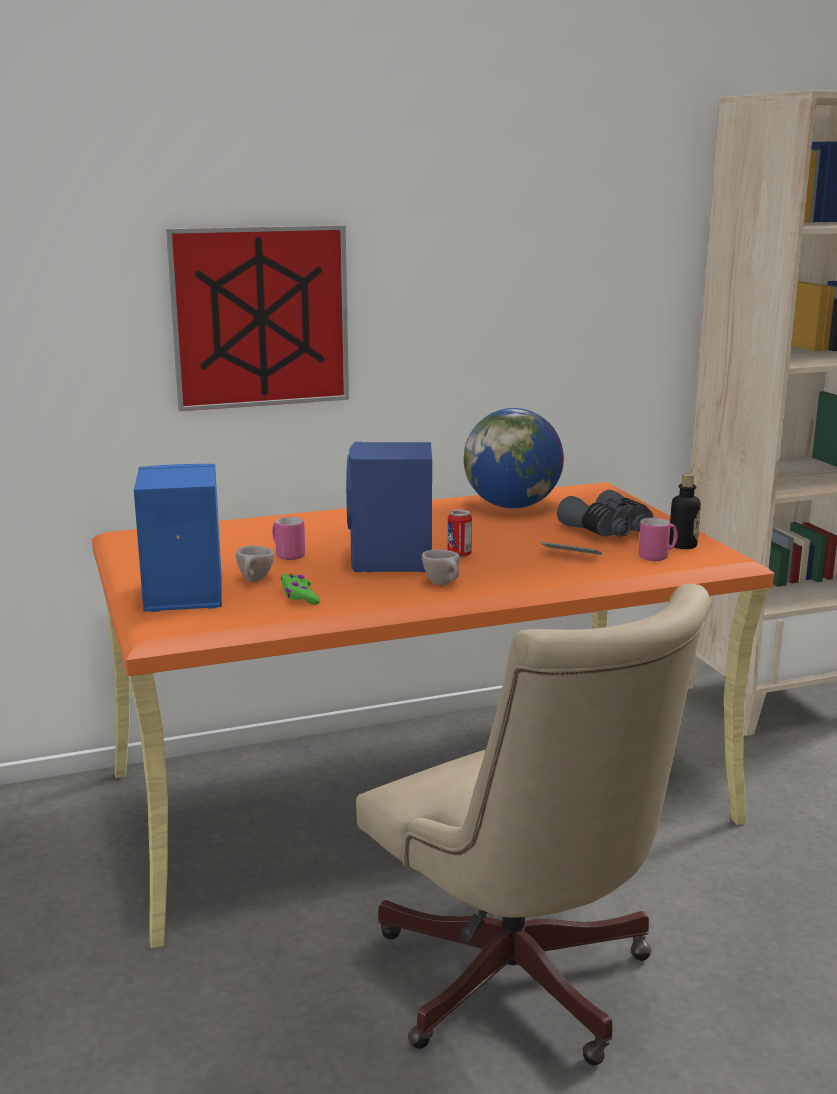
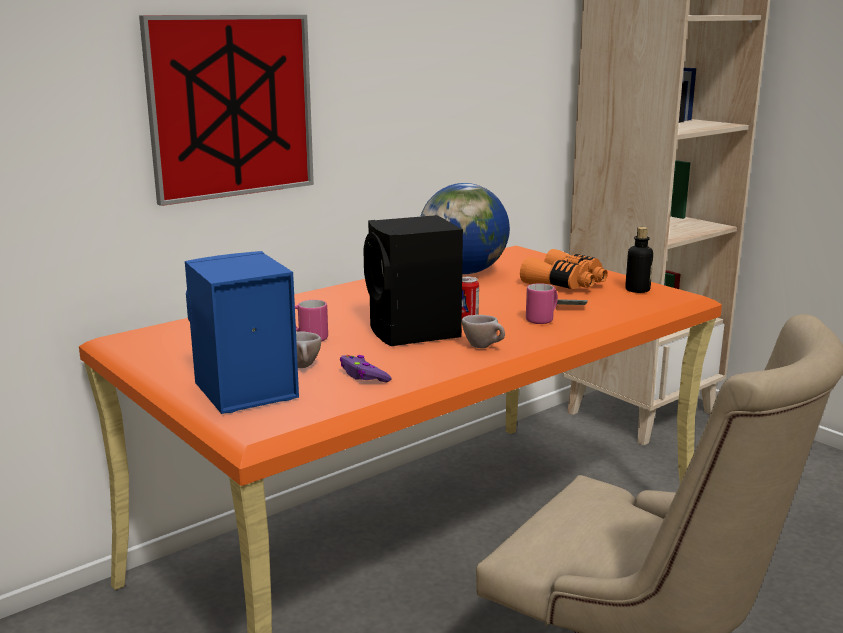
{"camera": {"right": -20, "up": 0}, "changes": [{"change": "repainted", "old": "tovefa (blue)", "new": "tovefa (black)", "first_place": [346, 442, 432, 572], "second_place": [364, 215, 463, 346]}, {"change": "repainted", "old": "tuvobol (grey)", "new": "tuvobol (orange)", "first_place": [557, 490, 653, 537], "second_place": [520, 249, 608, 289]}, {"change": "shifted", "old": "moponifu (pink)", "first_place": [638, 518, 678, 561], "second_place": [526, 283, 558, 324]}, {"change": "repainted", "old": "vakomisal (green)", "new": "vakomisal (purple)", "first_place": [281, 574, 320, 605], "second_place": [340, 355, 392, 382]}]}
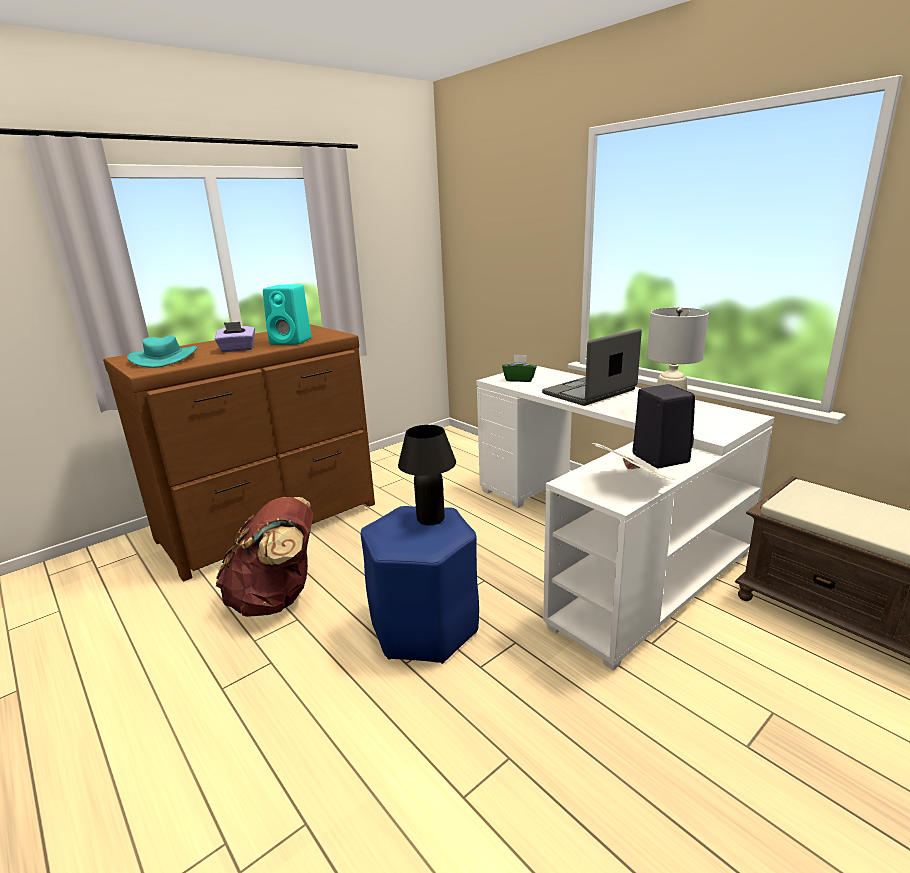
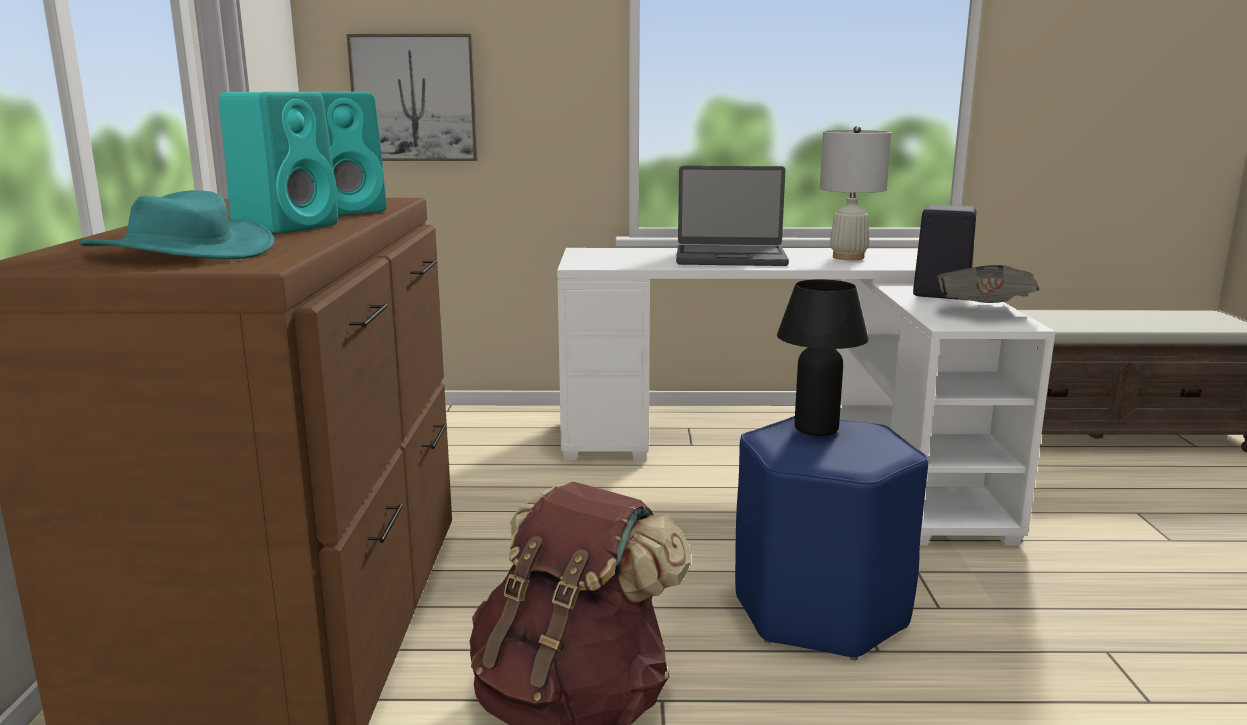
{"camera": {"right": -50, "up": -5}, "changes": [{"change": "swapped", "old": "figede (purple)", "new": "tovefa (turquoise)", "first_place": [215, 322, 255, 352], "second_place": [219, 92, 338, 233]}, {"change": "rotated", "old": "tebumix", "first_place": [542, 329, 642, 406], "second_place": [676, 166, 789, 266], "degrees": -90}, {"change": "gone", "old": "figede (green)", "first_place": [502, 355, 537, 382]}, {"change": "new", "new": "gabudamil", "second_place": [347, 34, 478, 161]}]}
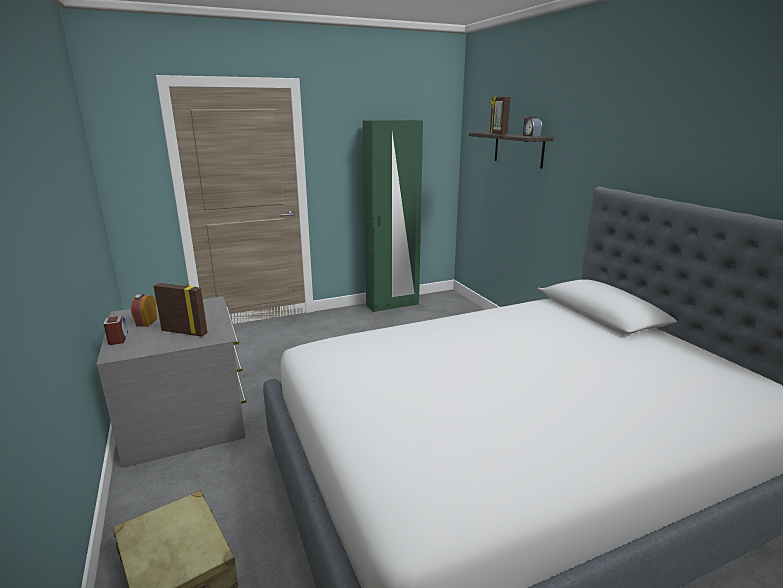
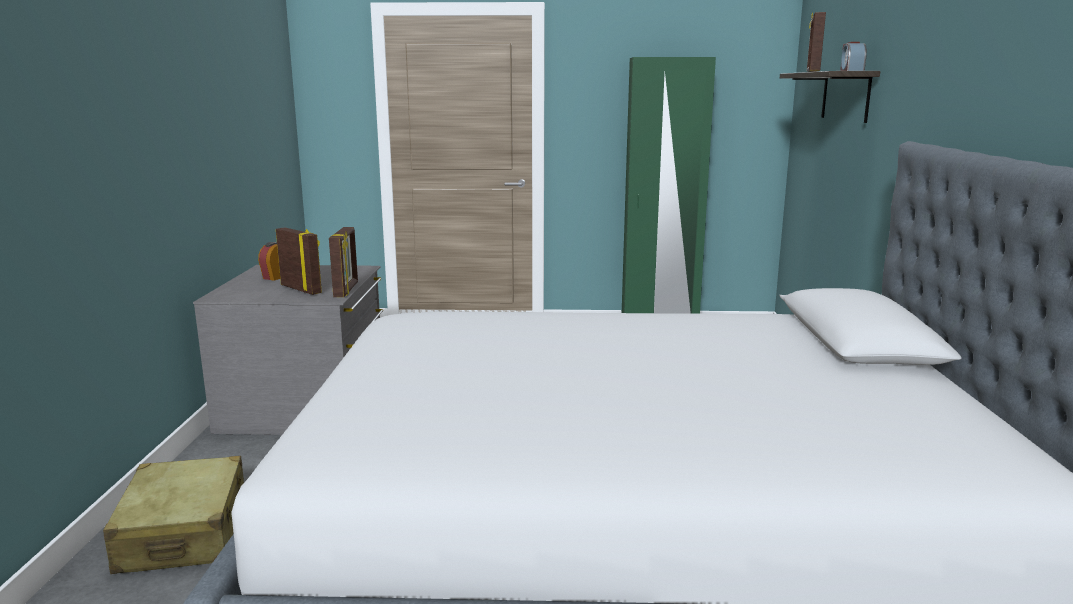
{"camera": {"right": 25, "up": -5}, "changes": [{"change": "gone", "old": "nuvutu", "first_place": [103, 316, 128, 345]}, {"change": "new", "new": "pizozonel", "second_place": [329, 227, 358, 297]}]}
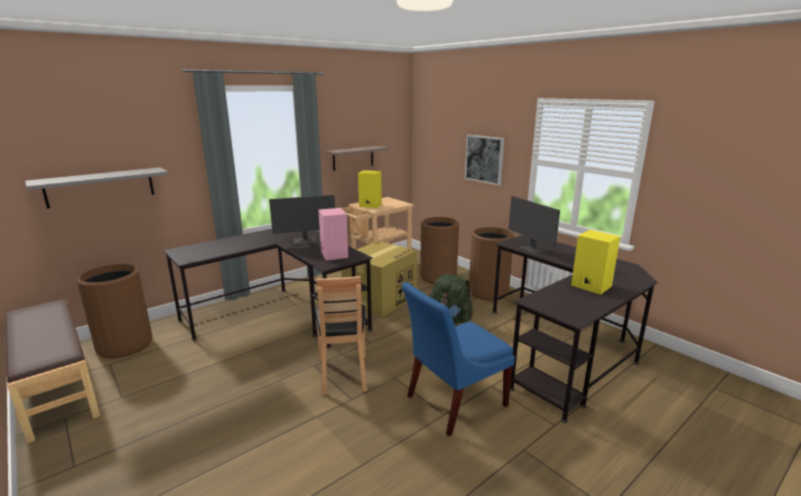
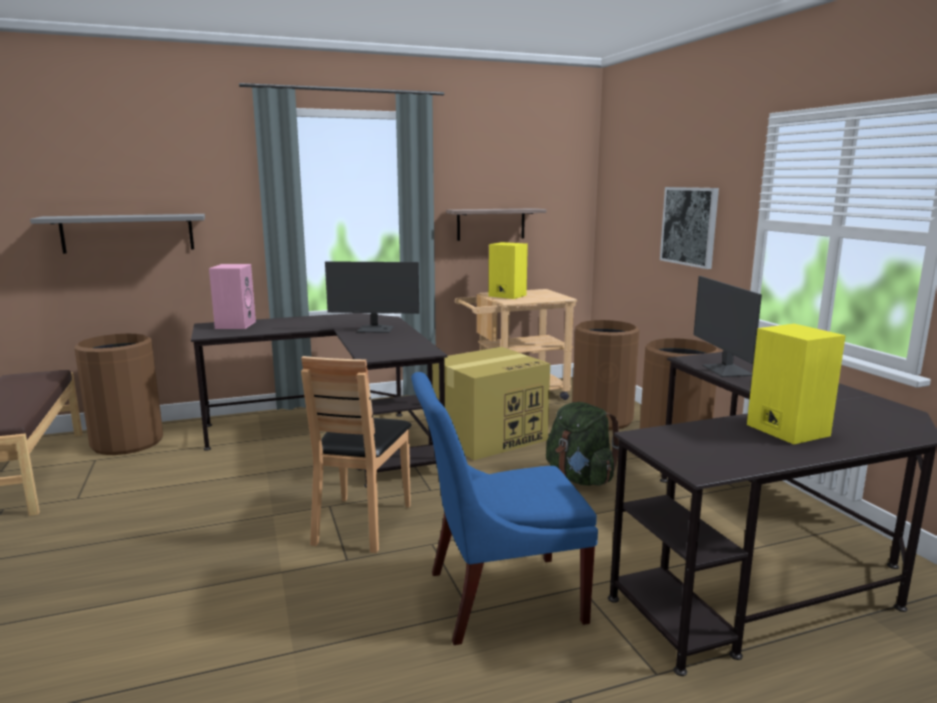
{"camera": {"right": 20, "up": -5}, "changes": [{"change": "shifted", "old": "tovefa (pink)", "first_place": [319, 208, 348, 261], "second_place": [209, 264, 256, 329]}]}
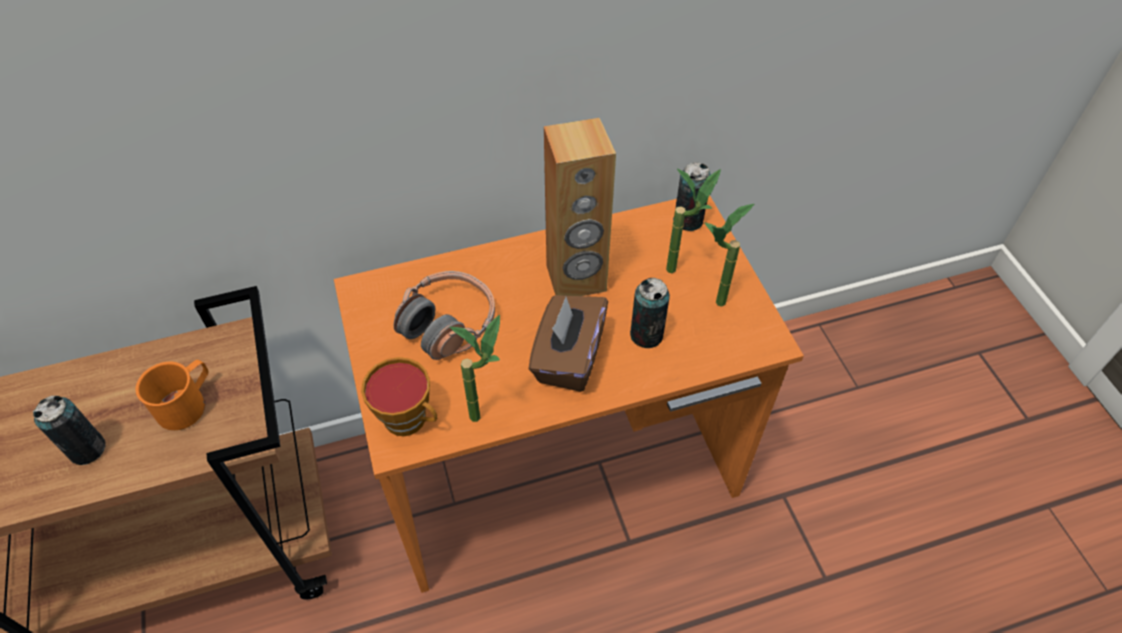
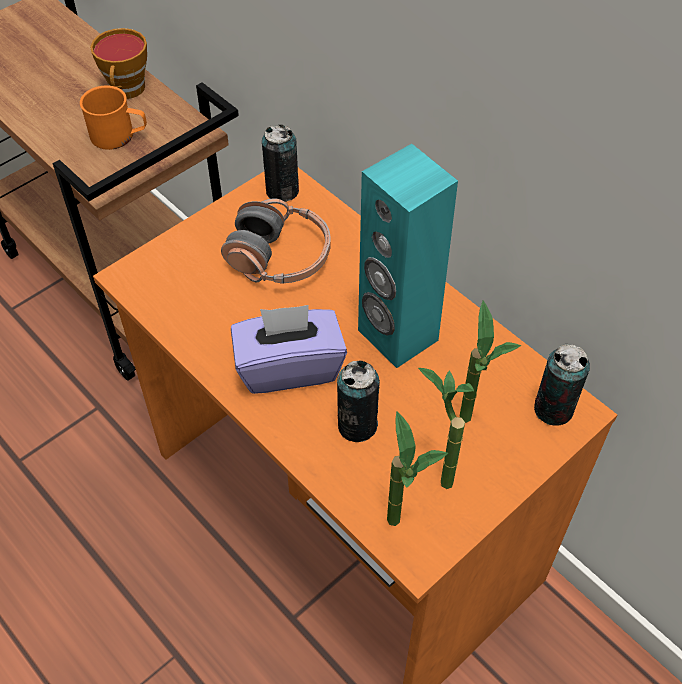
{"camera": {"right": 65, "up": 0}, "changes": [{"change": "repainted", "old": "tovefa (brown)", "new": "tovefa (turquoise)", "first_place": [544, 118, 616, 296], "second_place": [358, 144, 458, 368]}, {"change": "repainted", "old": "figede (brown)", "new": "figede (purple)", "first_place": [529, 295, 608, 392], "second_place": [231, 305, 347, 394]}, {"change": "shifted", "old": "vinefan", "first_place": [450, 315, 500, 422], "second_place": [387, 411, 448, 526]}, {"change": "shifted", "old": "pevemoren", "first_place": [361, 357, 438, 436], "second_place": [90, 28, 147, 99]}, {"change": "shifted", "old": "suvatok", "first_place": [33, 396, 106, 465], "second_place": [262, 124, 299, 202]}]}
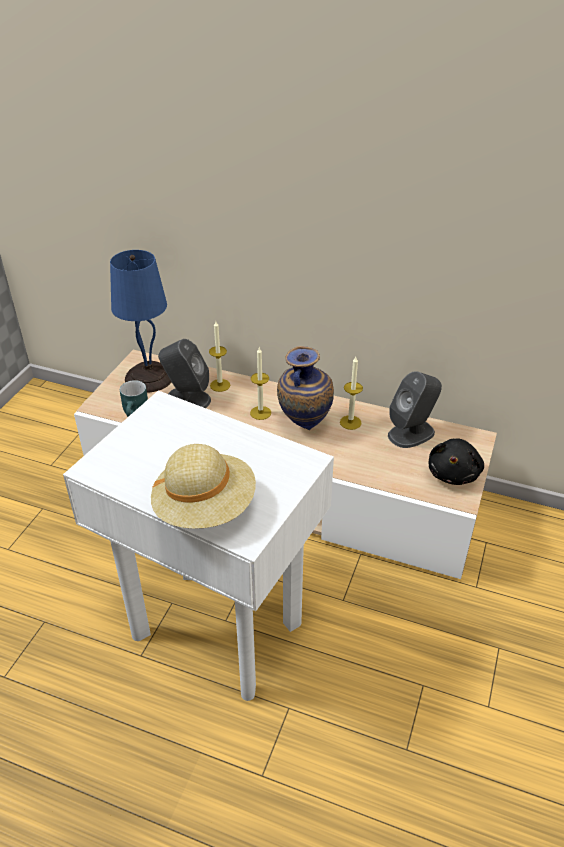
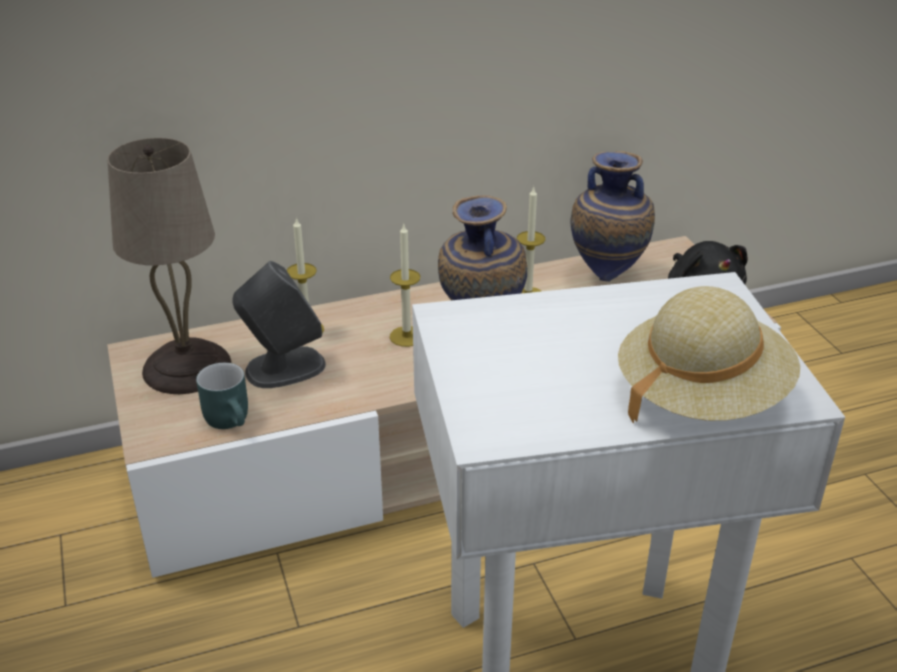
{"camera": {"right": -40, "up": -5}, "changes": [{"change": "repainted", "old": "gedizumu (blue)", "new": "gedizumu (beige)", "first_place": [110, 250, 172, 393], "second_place": [107, 138, 231, 394]}, {"change": "swapped", "old": "tovefa (grey)", "new": "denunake", "first_place": [388, 371, 442, 448], "second_place": [570, 151, 655, 282]}]}
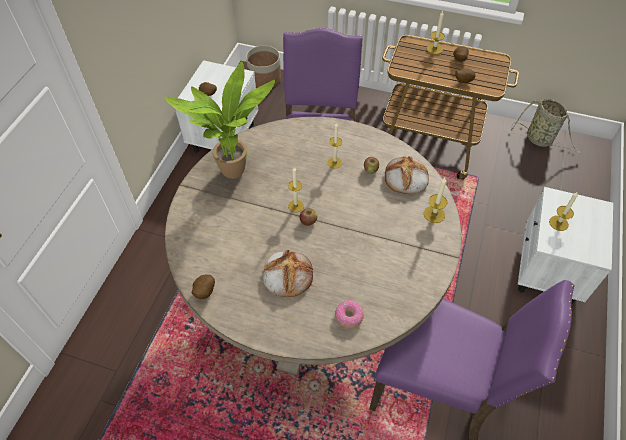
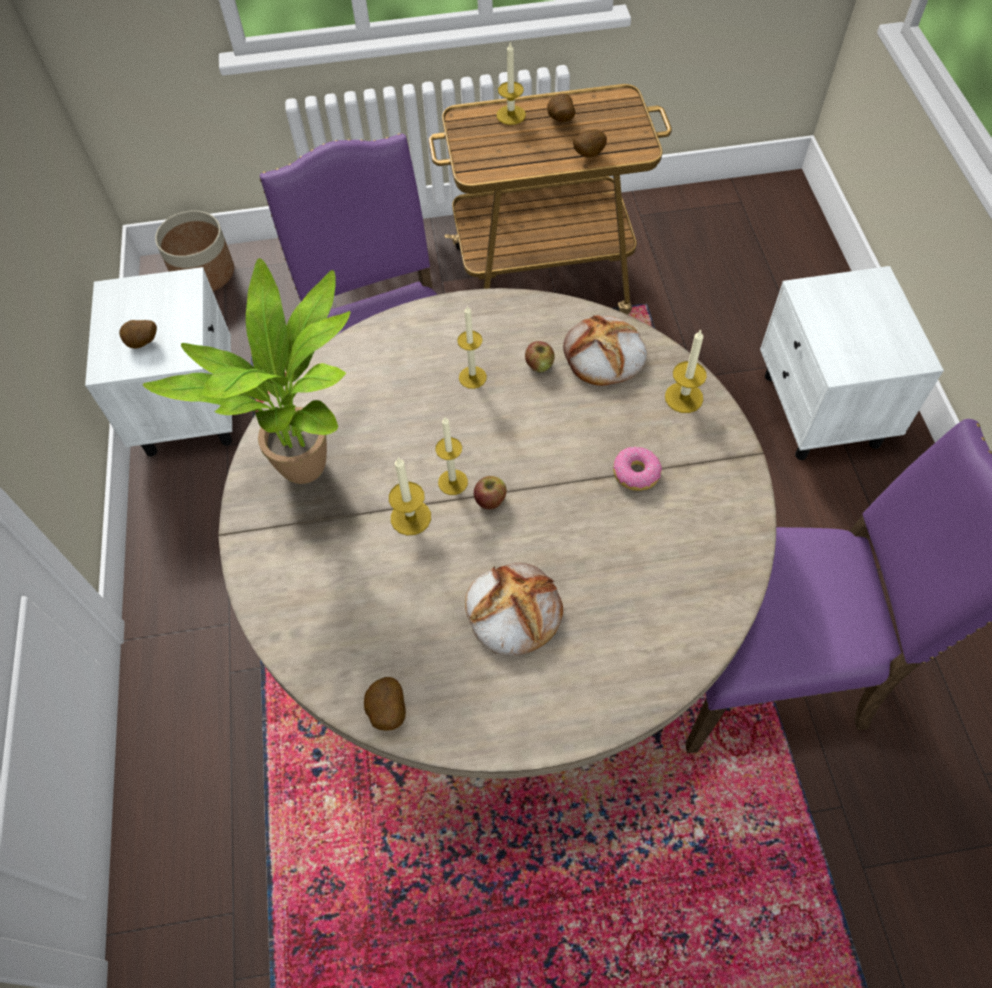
{"camera": {"right": -25, "up": 5}, "changes": [{"change": "gone", "old": "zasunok", "first_place": [511, 99, 582, 154]}, {"change": "shifted", "old": "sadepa", "first_place": [549, 191, 578, 231], "second_place": [389, 458, 431, 536]}, {"change": "shifted", "old": "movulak", "first_place": [335, 300, 364, 328], "second_place": [613, 447, 662, 491]}]}
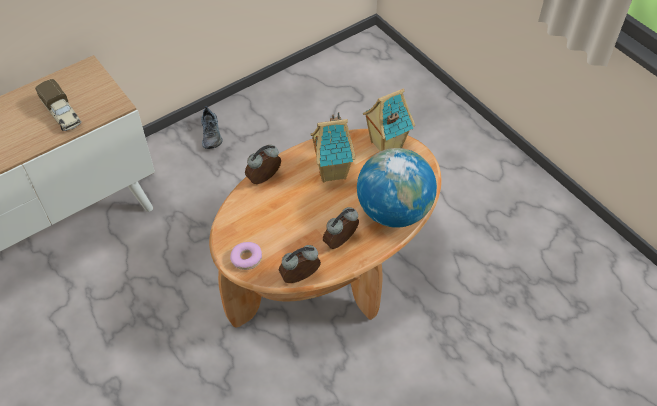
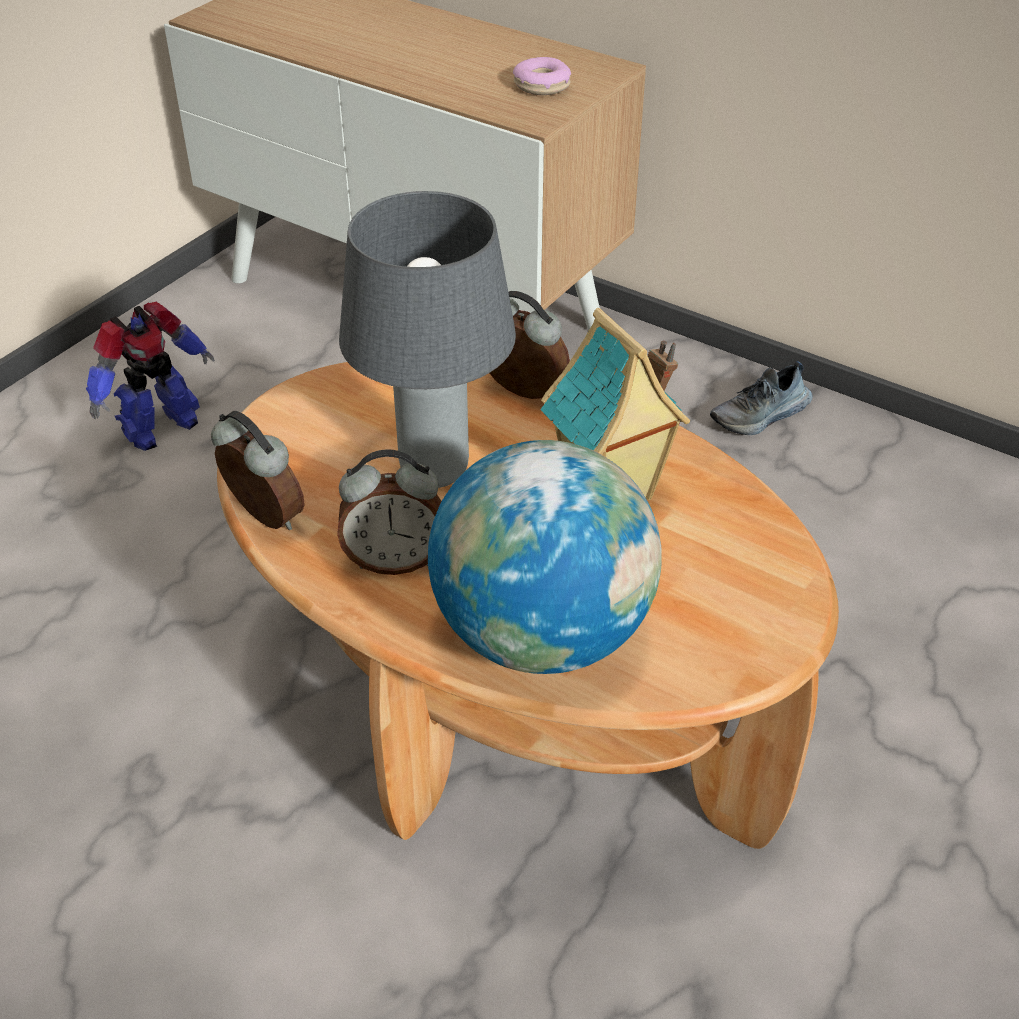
{"camera": {"right": 70, "up": -10}, "changes": [{"change": "gone", "old": "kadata", "first_place": [35, 79, 82, 131]}, {"change": "gone", "old": "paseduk", "first_place": [363, 89, 415, 151]}, {"change": "rotated", "old": "nuvutu", "first_place": [323, 207, 359, 249], "second_place": [337, 449, 442, 575], "degrees": 150}, {"change": "shifted", "old": "movulak", "first_place": [230, 242, 262, 270], "second_place": [513, 57, 571, 95]}, {"change": "new", "new": "gedizumu (grey)", "second_place": [339, 191, 516, 488]}, {"change": "new", "new": "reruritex", "second_place": [86, 302, 215, 451]}]}
